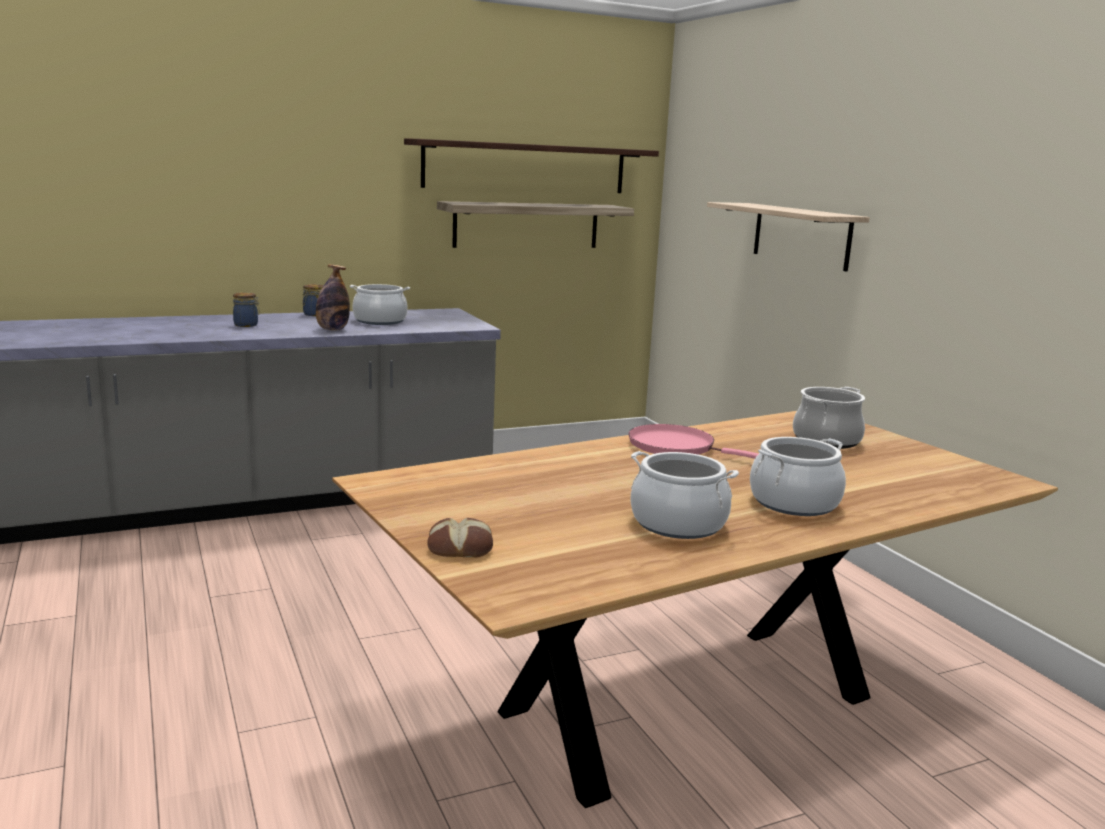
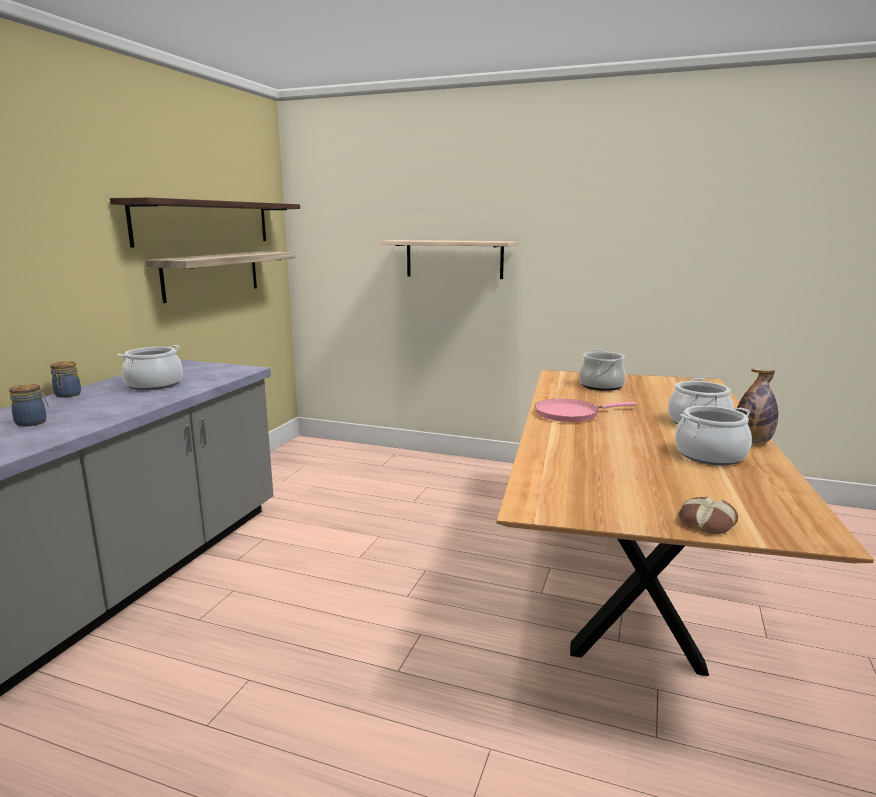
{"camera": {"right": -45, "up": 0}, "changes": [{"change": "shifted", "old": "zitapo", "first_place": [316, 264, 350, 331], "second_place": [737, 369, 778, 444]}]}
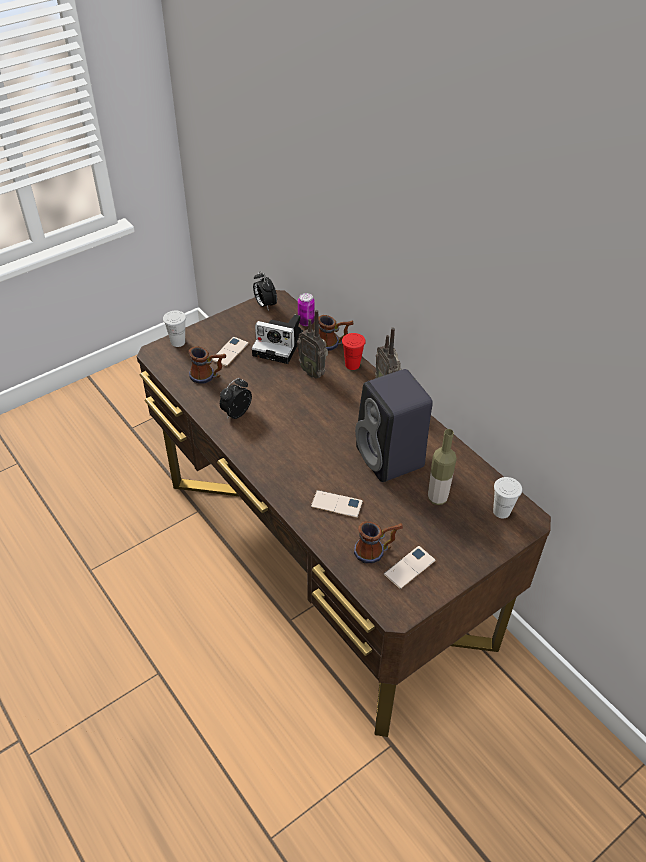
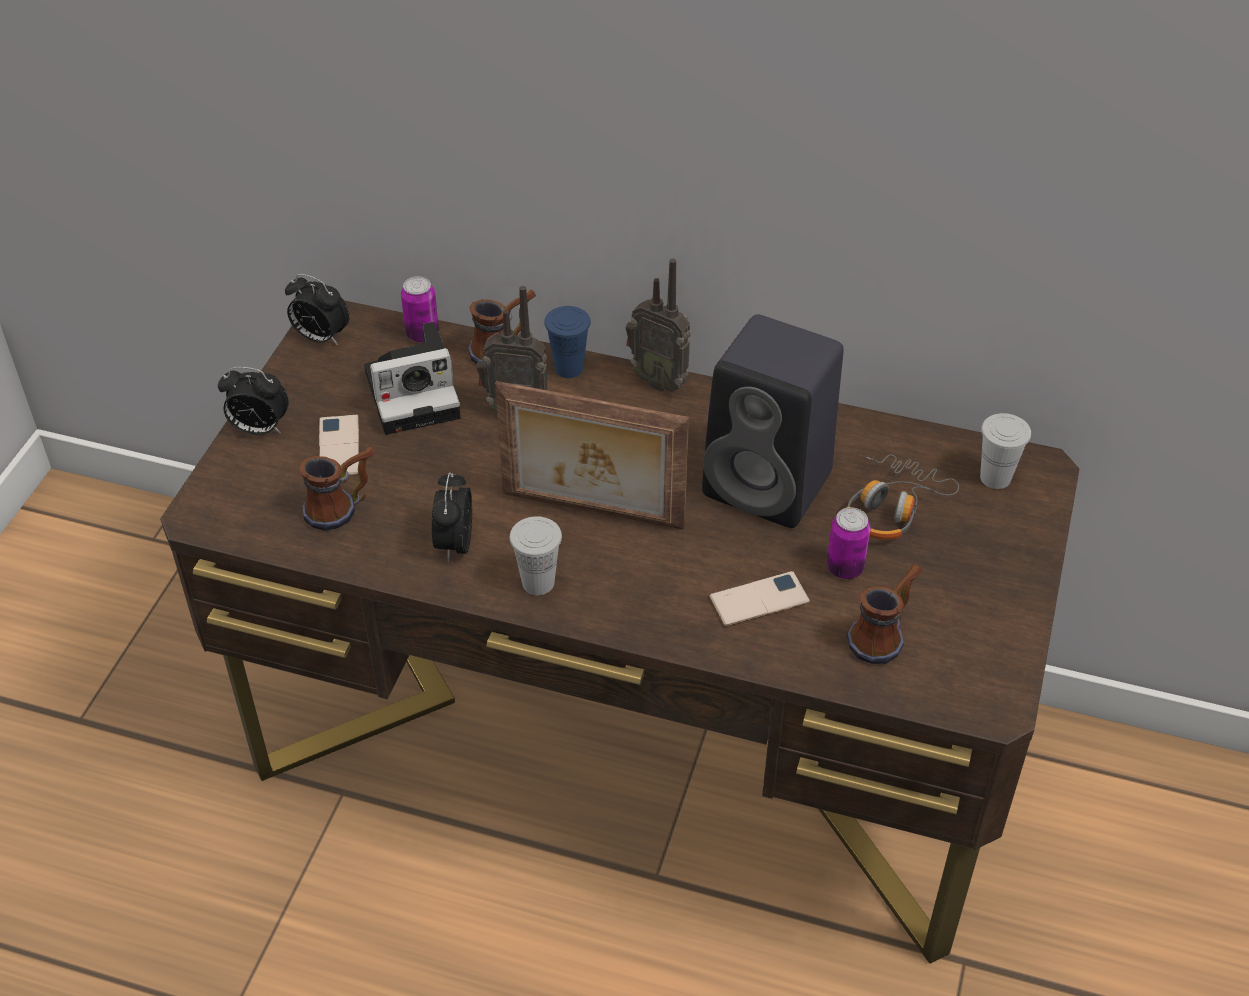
{"camera": {"right": -35, "up": 0}, "changes": [{"change": "shifted", "old": "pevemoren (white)", "first_place": [163, 311, 186, 347], "second_place": [510, 516, 562, 595]}, {"change": "repainted", "old": "pevemoren (red)", "new": "pevemoren (blue)", "first_place": [342, 333, 366, 370], "second_place": [544, 306, 591, 378]}, {"change": "swapped", "old": "zitapo", "new": "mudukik", "first_place": [428, 429, 457, 505], "second_place": [846, 454, 959, 540]}, {"change": "gone", "old": "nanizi", "first_place": [384, 546, 436, 589]}, {"change": "new", "new": "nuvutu", "second_place": [218, 367, 289, 435]}, {"change": "new", "new": "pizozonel", "second_place": [495, 381, 689, 530]}, {"change": "new", "new": "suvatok", "second_place": [827, 507, 871, 579]}]}
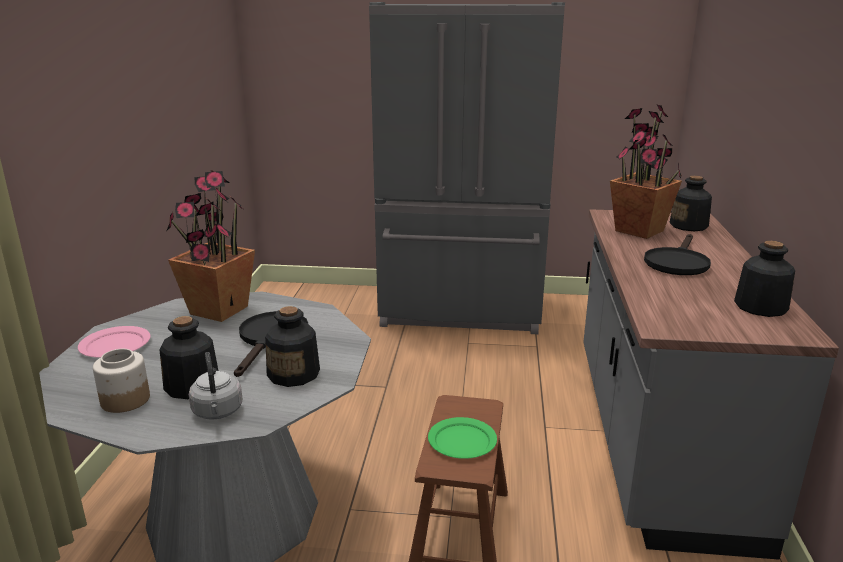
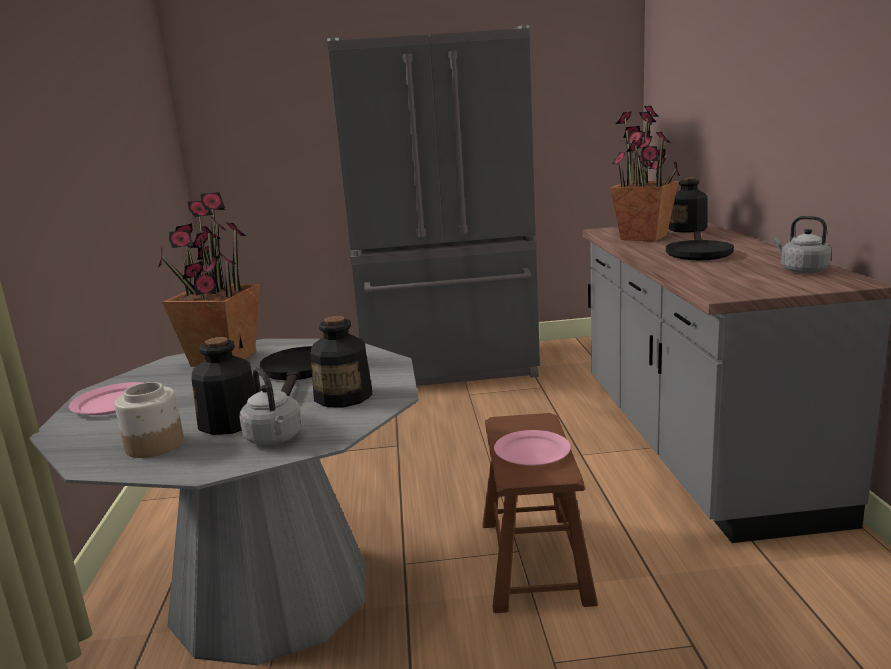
{"camera": {"right": -10, "up": -5}, "changes": [{"change": "swapped", "old": "zitapo", "new": "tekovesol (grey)", "first_place": [734, 241, 795, 317], "second_place": [773, 216, 831, 274]}, {"change": "repainted", "old": "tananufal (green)", "new": "tananufal (pink)", "first_place": [428, 417, 497, 459], "second_place": [494, 430, 571, 466]}]}
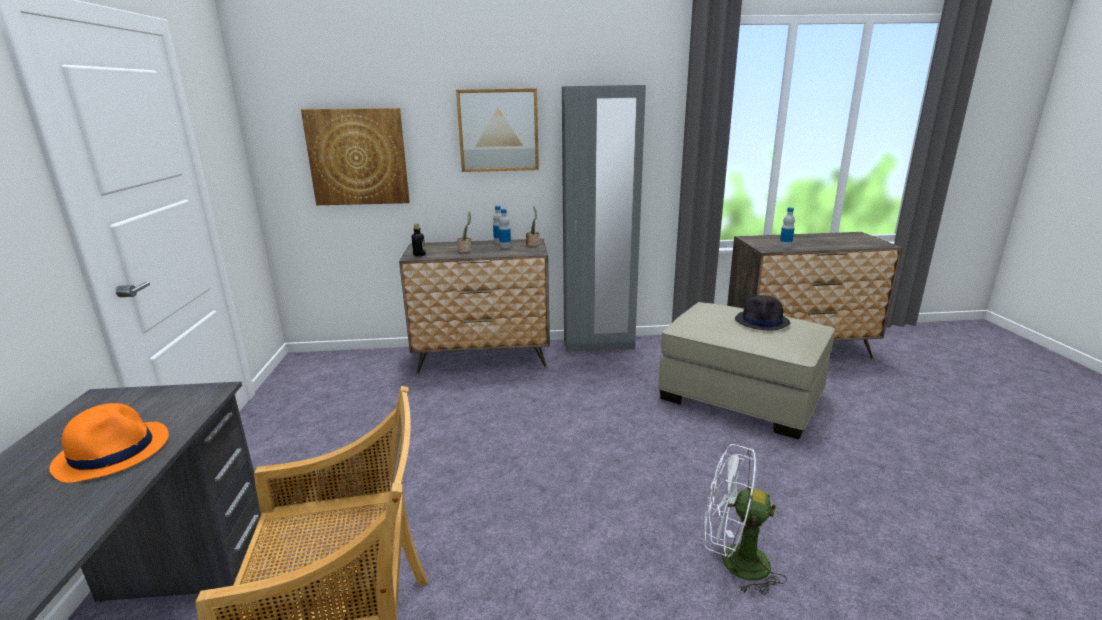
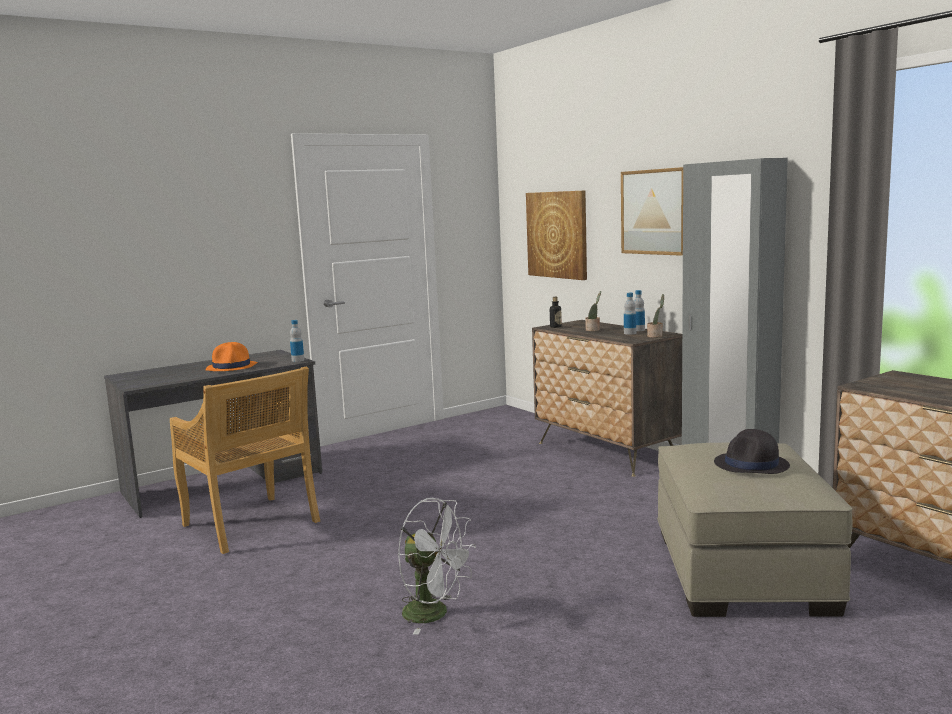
{"camera": {"right": 60, "up": -10}, "changes": [{"change": "shifted", "old": "zitapo", "first_place": [779, 207, 795, 248], "second_place": [290, 320, 304, 362]}, {"change": "rotated", "old": "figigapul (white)", "first_place": [704, 444, 787, 595], "second_place": [398, 498, 476, 634], "degrees": 135}]}
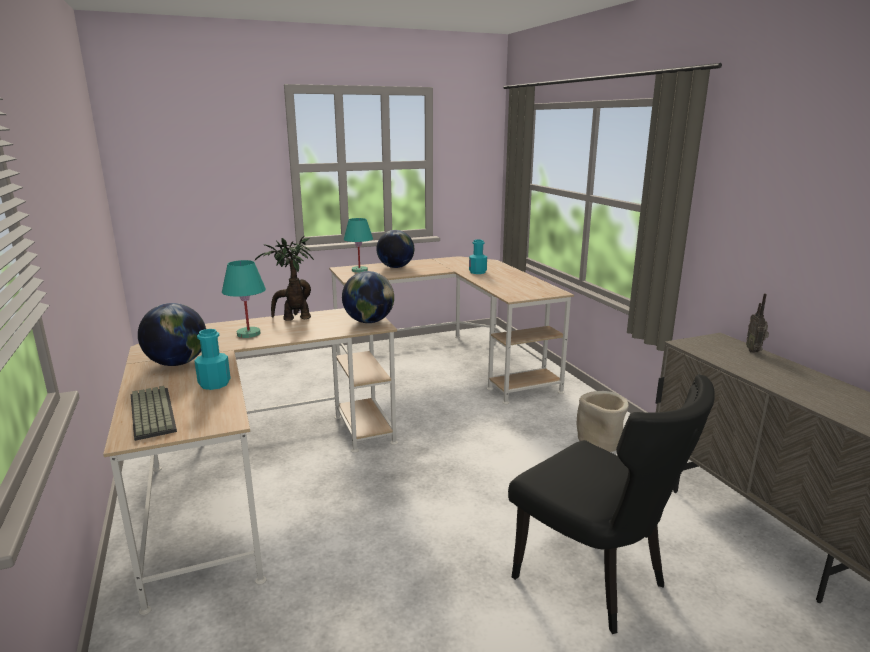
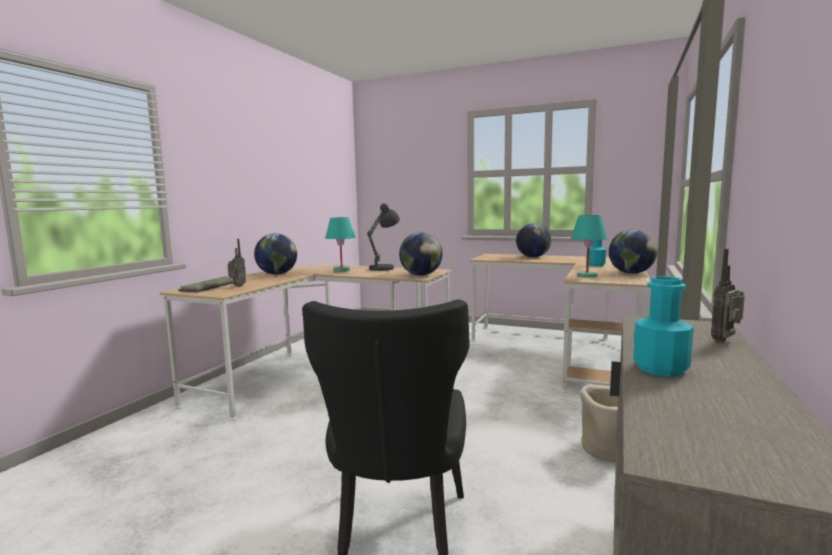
{"camera": {"right": 45, "up": -10}, "changes": [{"change": "shifted", "old": "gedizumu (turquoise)", "first_place": [344, 218, 373, 273], "second_place": [571, 215, 607, 278]}, {"change": "swapped", "old": "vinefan", "new": "gedizumu (grey)", "first_place": [255, 236, 314, 321], "second_place": [367, 203, 400, 271]}, {"change": "shifted", "old": "zitapo (turquoise)", "first_place": [194, 329, 231, 390], "second_place": [633, 276, 694, 377]}, {"change": "new", "new": "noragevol", "second_place": [609, 229, 658, 274]}, {"change": "new", "new": "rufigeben", "second_place": [228, 239, 246, 287]}]}
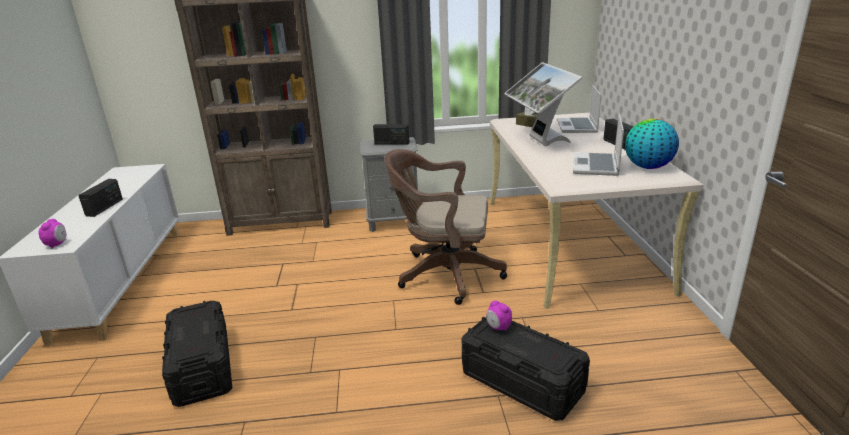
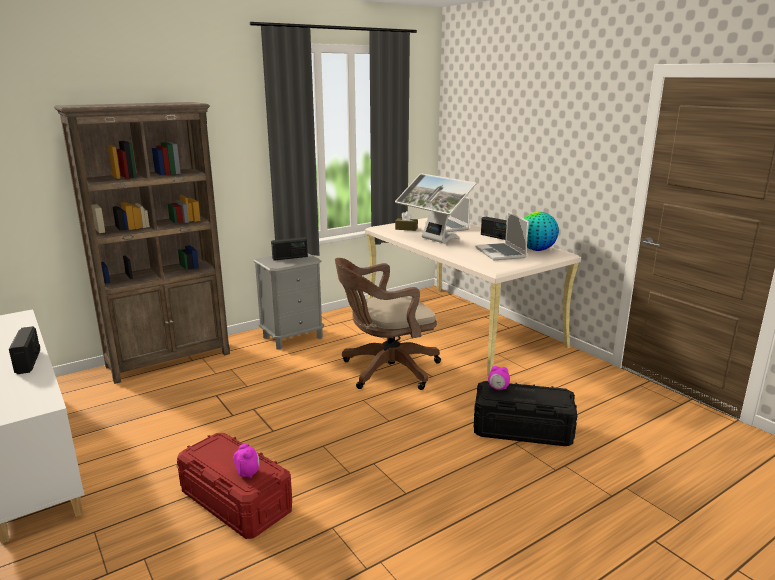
{"camera": {"right": -30, "up": -5}, "changes": [{"change": "shifted", "old": "nuvutu", "first_place": [39, 219, 66, 248], "second_place": [234, 444, 259, 479]}, {"change": "repainted", "old": "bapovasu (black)", "new": "bapovasu (red)", "first_place": [162, 301, 232, 407], "second_place": [177, 433, 292, 539]}]}
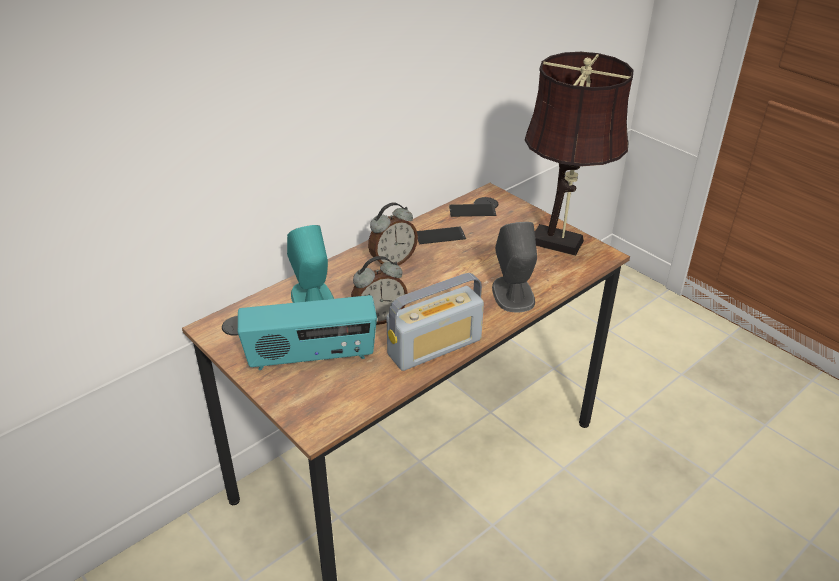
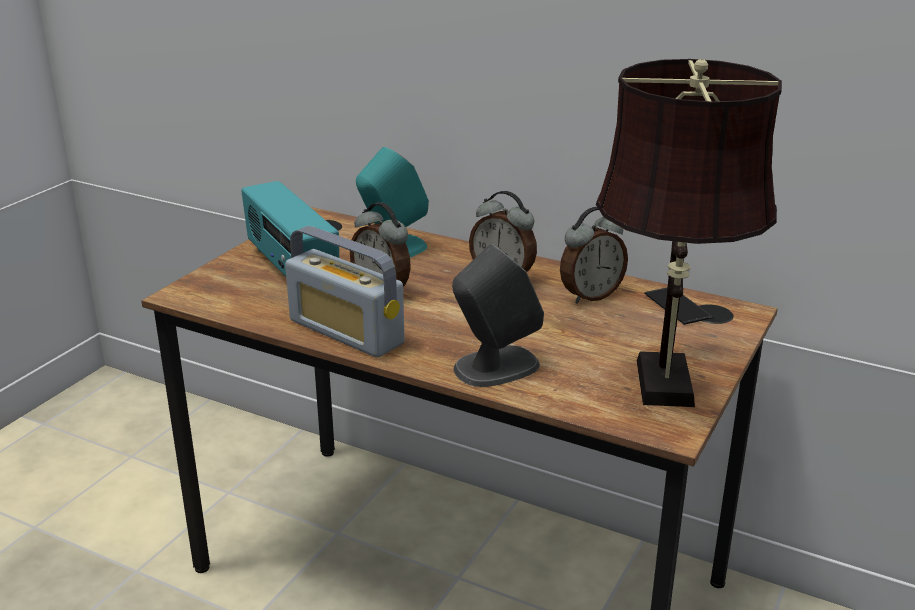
{"camera": {"right": 70, "up": -10}, "changes": [{"change": "swapped", "old": "nanizi", "new": "nuvutu", "first_place": [417, 226, 466, 244], "second_place": [560, 207, 628, 303]}]}
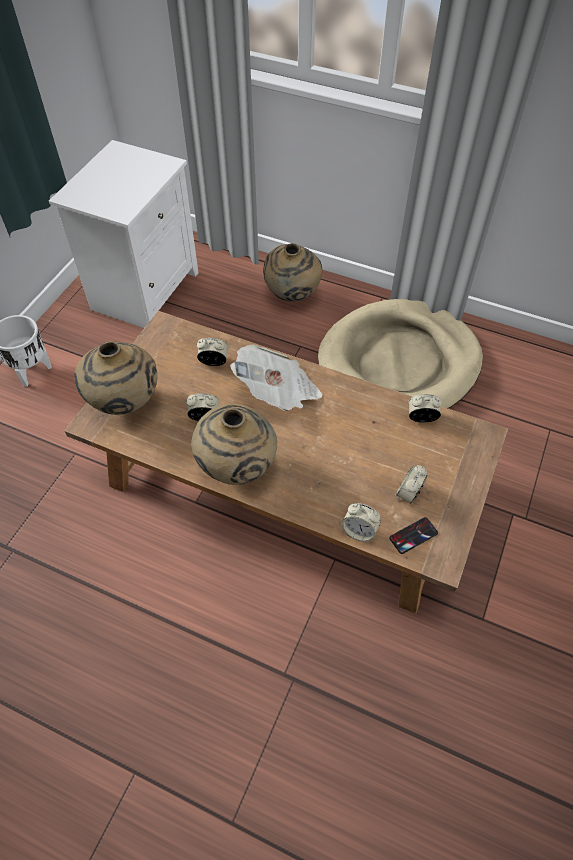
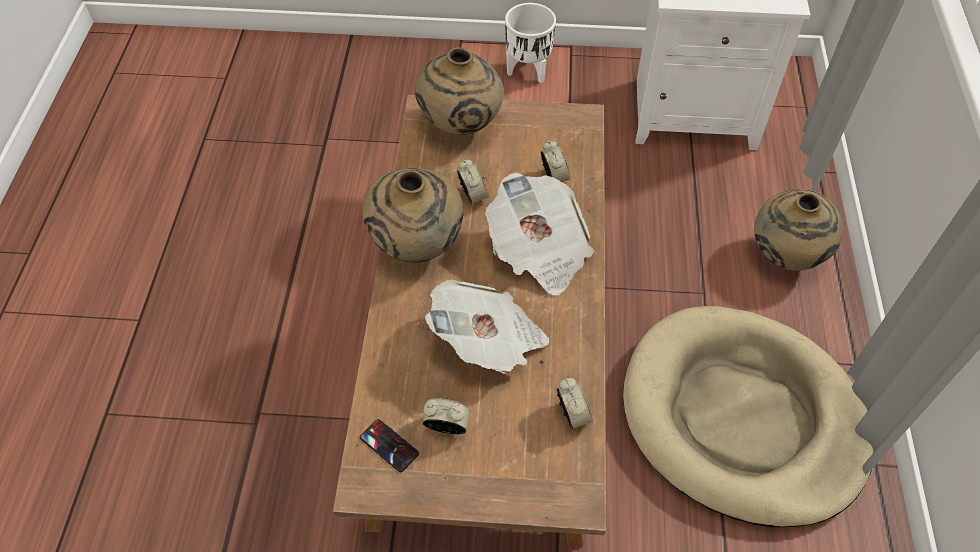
{"camera": {"right": 70, "up": 0}, "changes": [{"change": "gone", "old": "nuvutu", "first_place": [341, 503, 381, 542]}, {"change": "new", "new": "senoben", "second_place": [425, 279, 549, 373]}]}
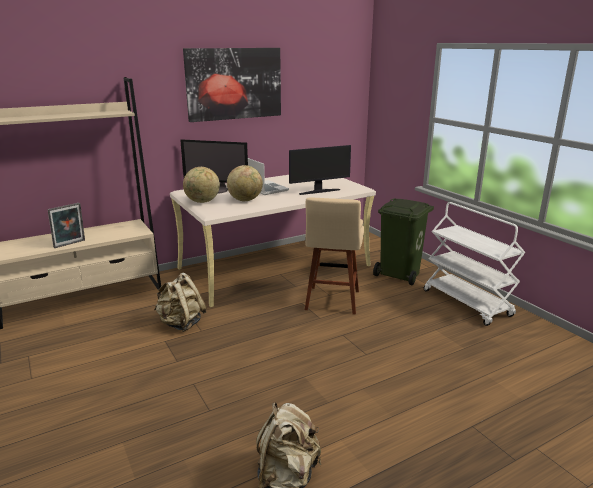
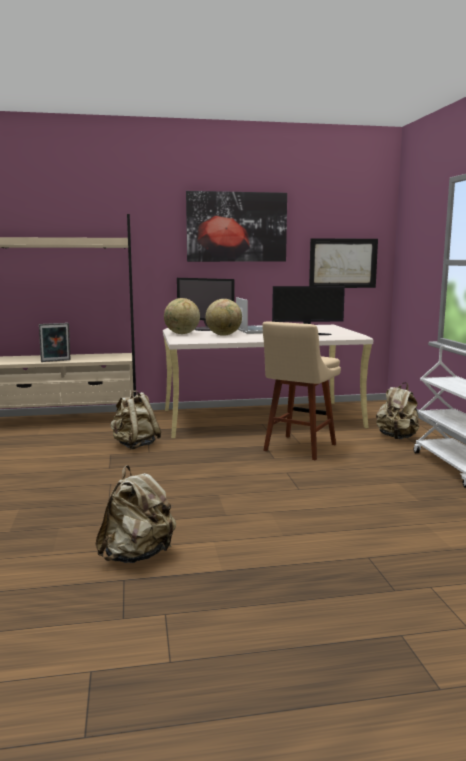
{"camera": {"right": 20, "up": -10}, "changes": [{"change": "swapped", "old": "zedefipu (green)", "new": "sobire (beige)", "first_place": [373, 198, 434, 285], "second_place": [376, 382, 419, 439]}, {"change": "new", "new": "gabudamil", "second_place": [309, 238, 378, 288]}]}
